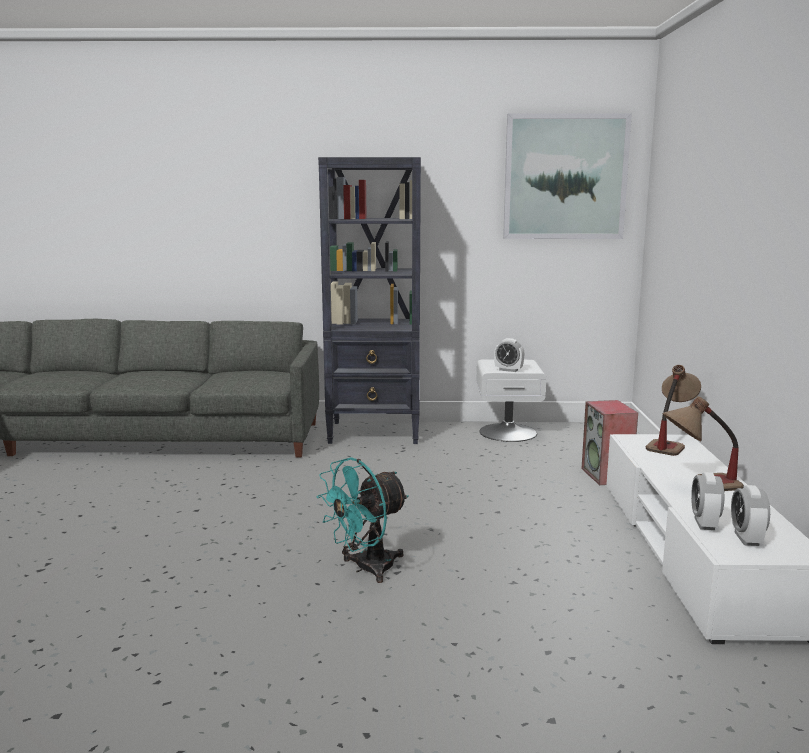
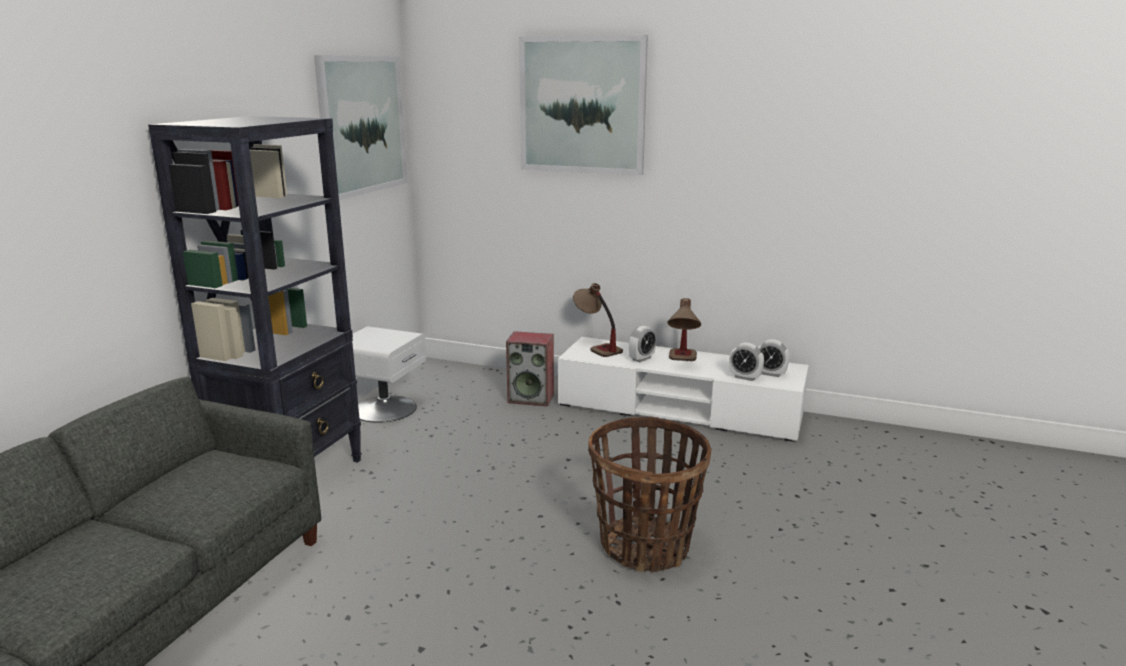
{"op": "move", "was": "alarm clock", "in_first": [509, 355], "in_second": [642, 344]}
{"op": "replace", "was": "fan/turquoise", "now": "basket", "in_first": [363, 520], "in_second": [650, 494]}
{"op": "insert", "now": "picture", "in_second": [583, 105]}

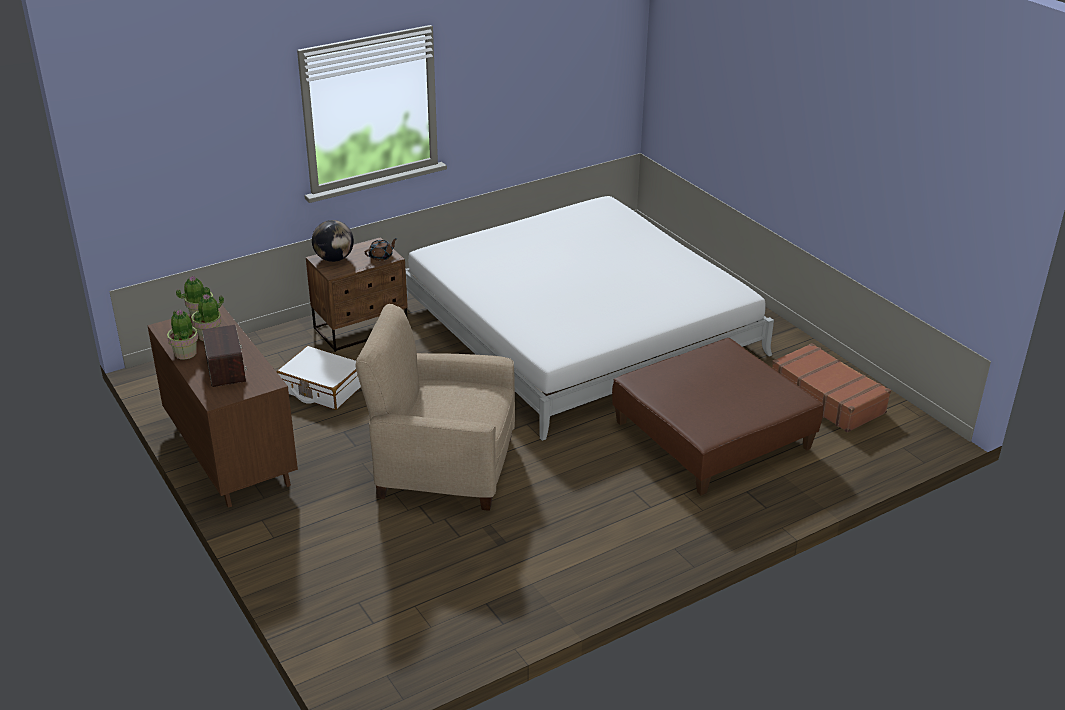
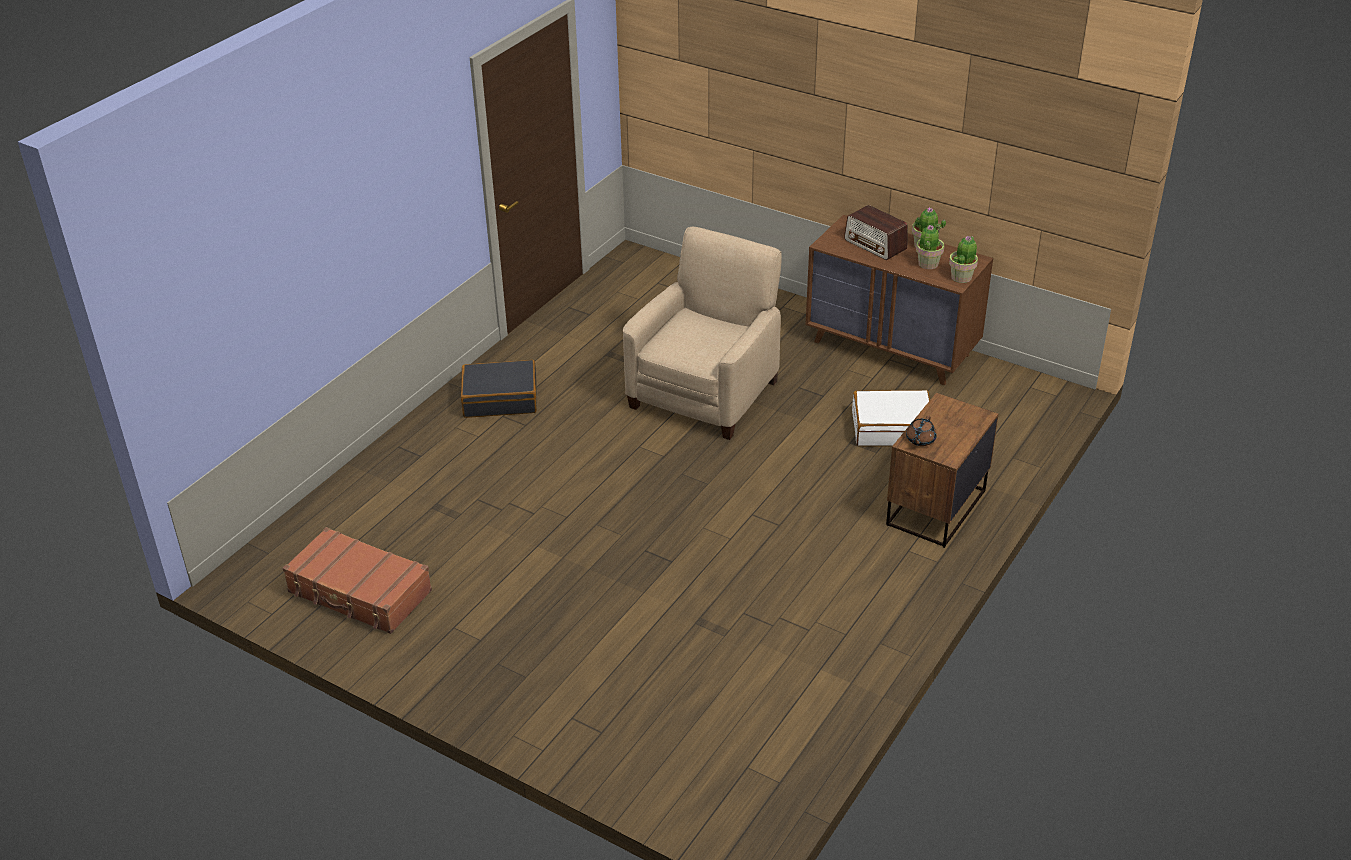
{"op": "delete", "was": "bed/white", "in_first": [590, 318]}
{"op": "delete", "was": "globe", "in_first": [333, 241]}
{"op": "rotate", "was": "armchair/beige", "in_first": [435, 407], "in_second": [702, 333], "clockwise": -45}
{"op": "delete", "was": "ottoman/brown", "in_first": [718, 416]}
{"op": "insert", "now": "suitcase/black", "in_second": [499, 389]}

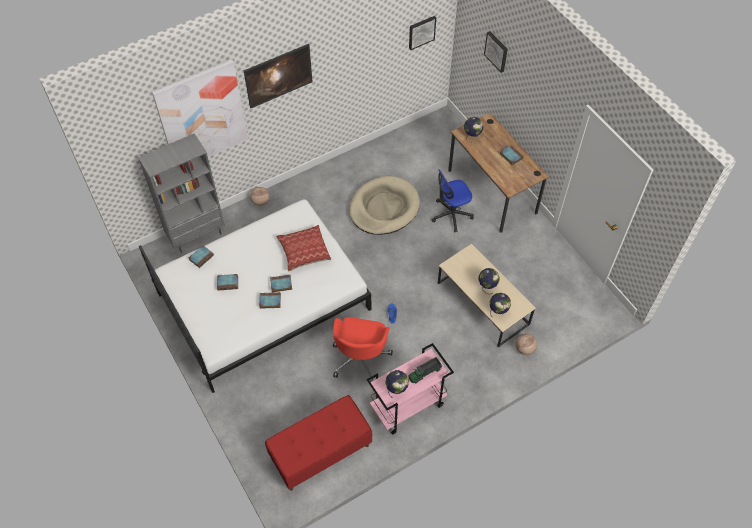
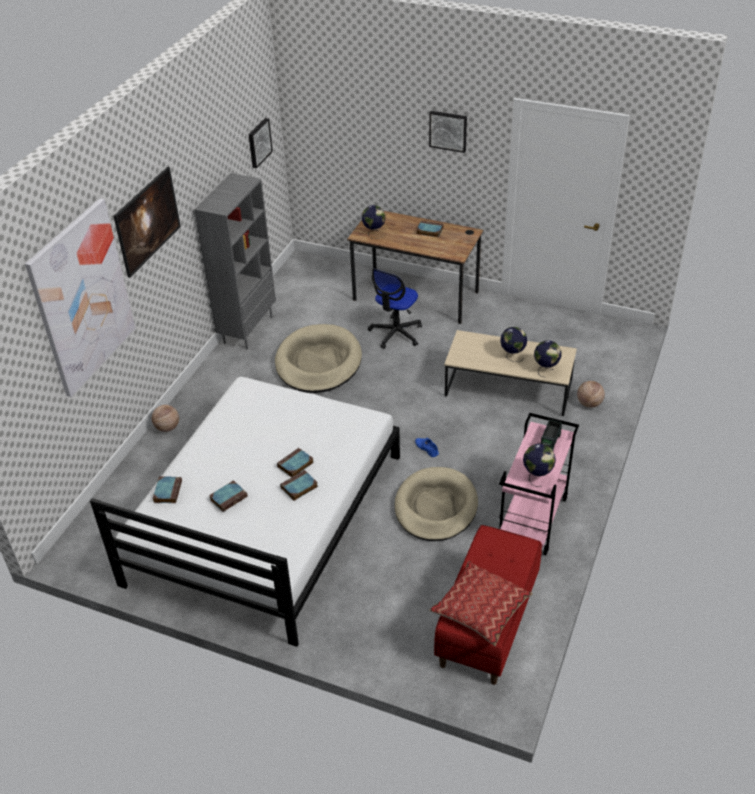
{"op": "move", "was": "picture", "in_first": [496, 52], "in_second": [448, 132]}
{"op": "move", "was": "bookcase/grey", "in_first": [181, 193], "in_second": [235, 261]}
{"op": "move", "was": "pillow", "in_first": [303, 248], "in_second": [481, 603]}
{"op": "replace", "was": "office chair/red", "now": "dog bed/beige", "in_first": [363, 349], "in_second": [436, 504]}

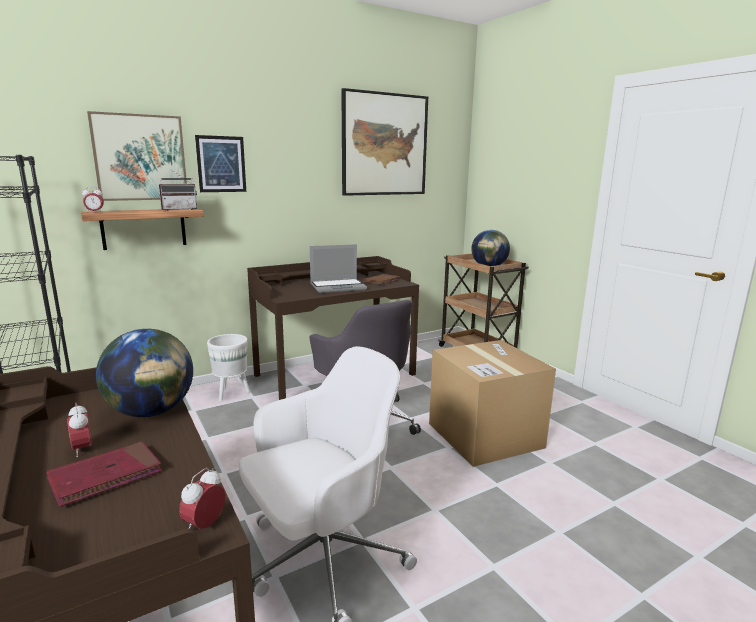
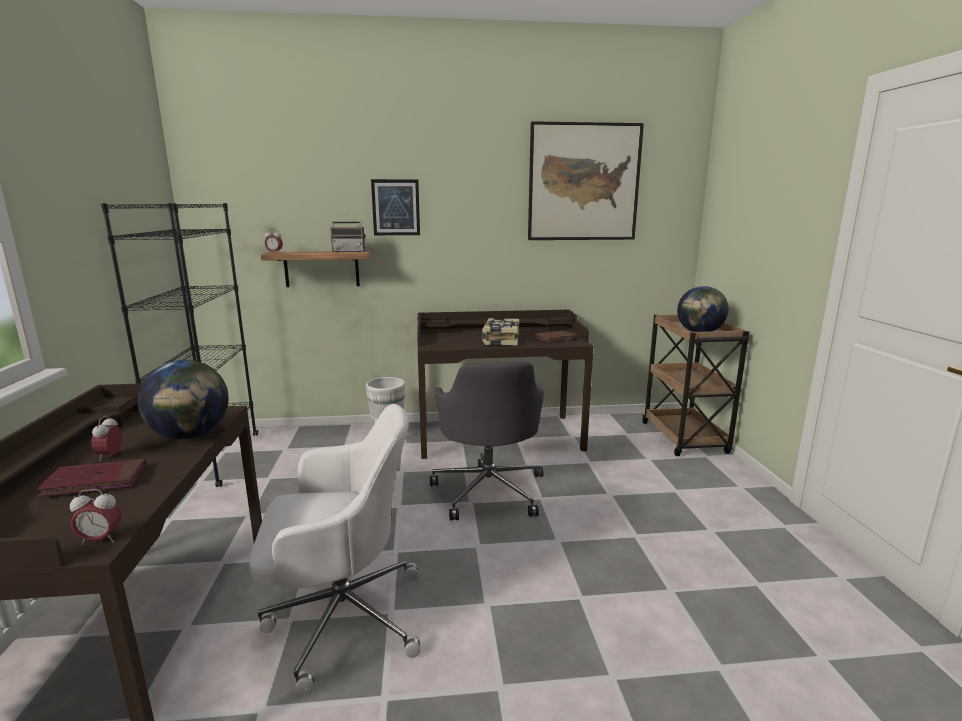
{"op": "delete", "was": "picture", "in_first": [137, 156]}
{"op": "replace", "was": "laptop", "now": "book", "in_first": [338, 268], "in_second": [500, 332]}
{"op": "delete", "was": "cardboard box", "in_first": [492, 403]}
{"op": "rotate", "was": "alarm clock", "in_first": [202, 498], "in_second": [95, 517], "clockwise": -150}

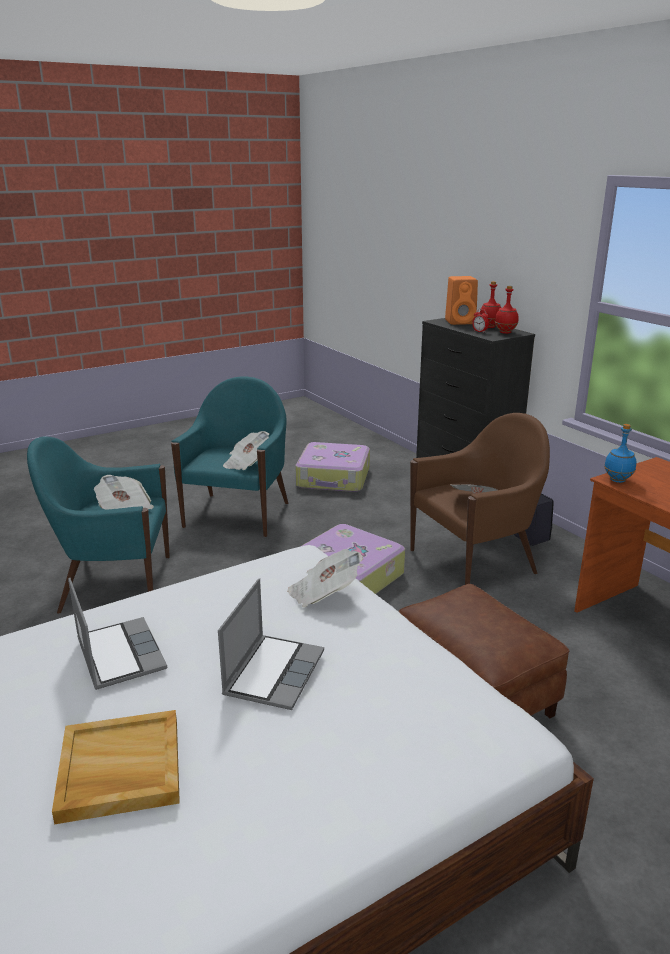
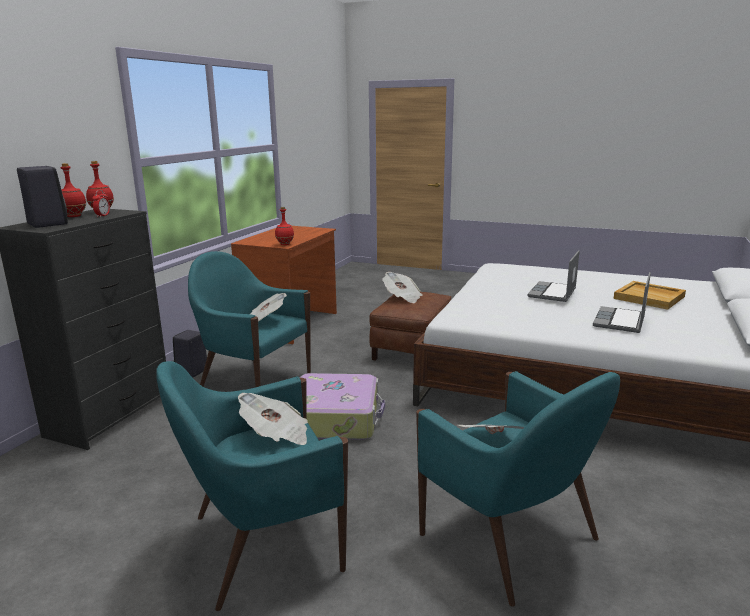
{"op": "recolor", "was": "speaker/orange", "now": "speaker/black", "in_first": [461, 300], "in_second": [42, 197]}
{"op": "recolor", "was": "armchair/brown", "now": "armchair/turquoise", "in_first": [480, 499], "in_second": [249, 319]}
{"op": "recolor", "was": "bottle/blue", "now": "bottle/red", "in_first": [620, 453], "in_second": [284, 226]}
{"op": "delete", "was": "suitcase", "in_first": [333, 467]}
{"op": "move", "was": "newspaper", "in_first": [325, 578], "in_second": [402, 287]}
{"op": "rotate", "was": "laptop", "in_first": [271, 644], "in_second": [553, 276], "clockwise": -45}

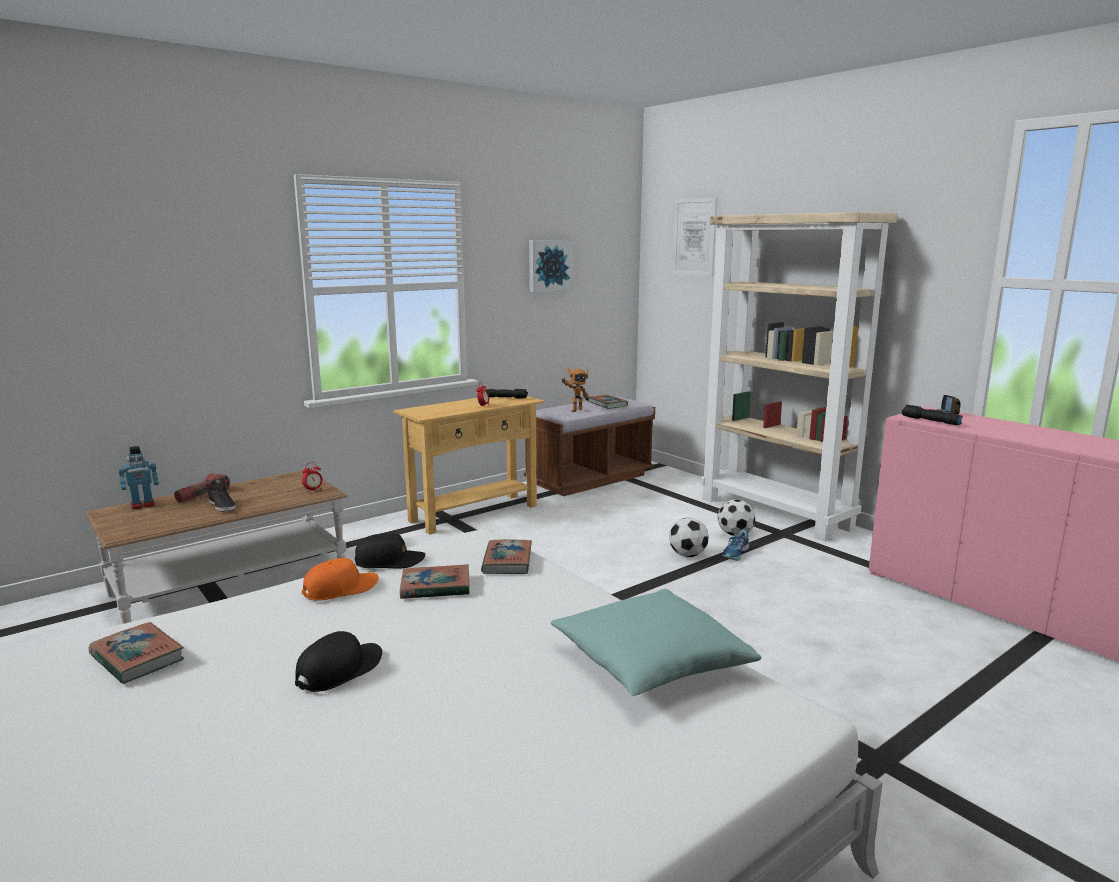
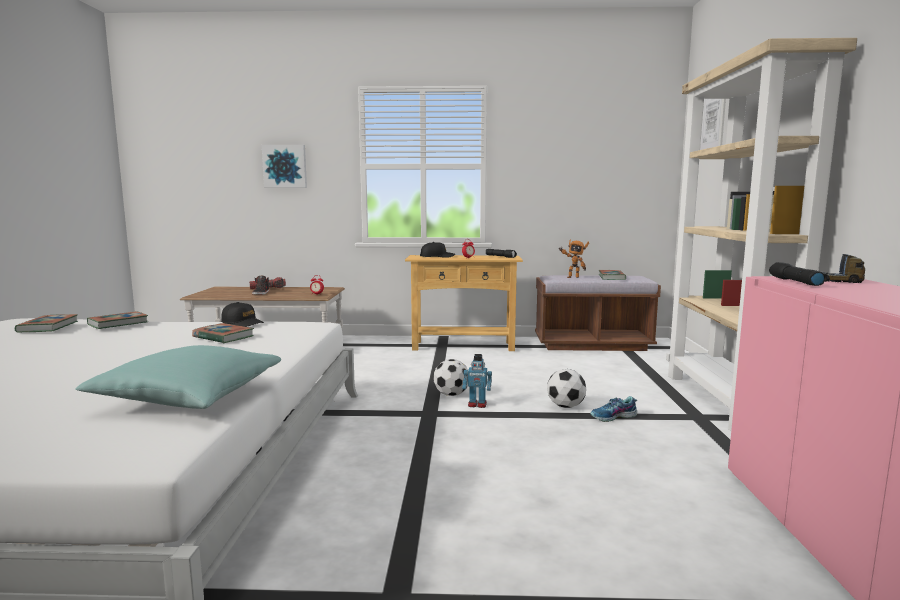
{"op": "move", "was": "picture", "in_first": [551, 266], "in_second": [284, 166]}
{"op": "move", "was": "toy robot", "in_first": [138, 477], "in_second": [477, 381]}
{"op": "move", "was": "football", "in_first": [736, 517], "in_second": [451, 377]}
{"op": "move", "was": "book", "in_first": [506, 556], "in_second": [117, 320]}
{"op": "delete", "was": "cap/orange", "in_first": [340, 579]}
{"op": "move", "was": "cap/black", "in_first": [338, 661], "in_second": [437, 250]}

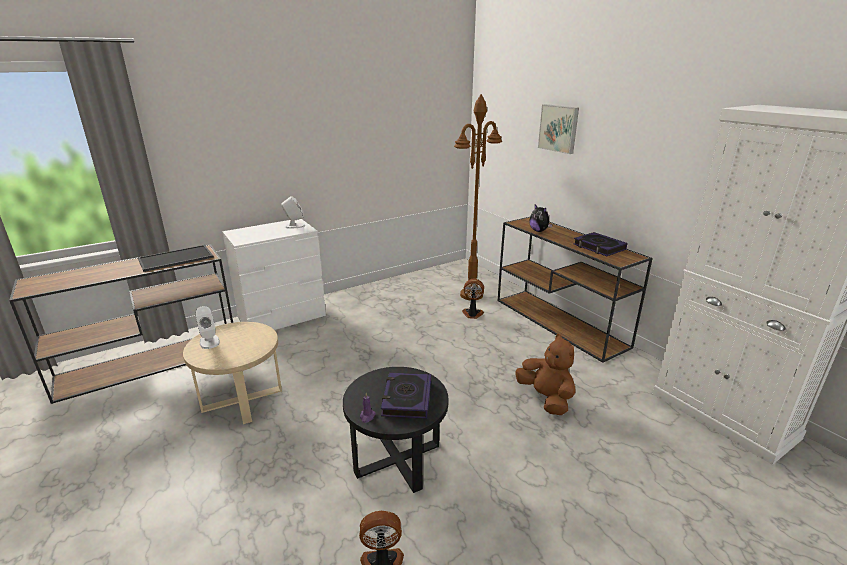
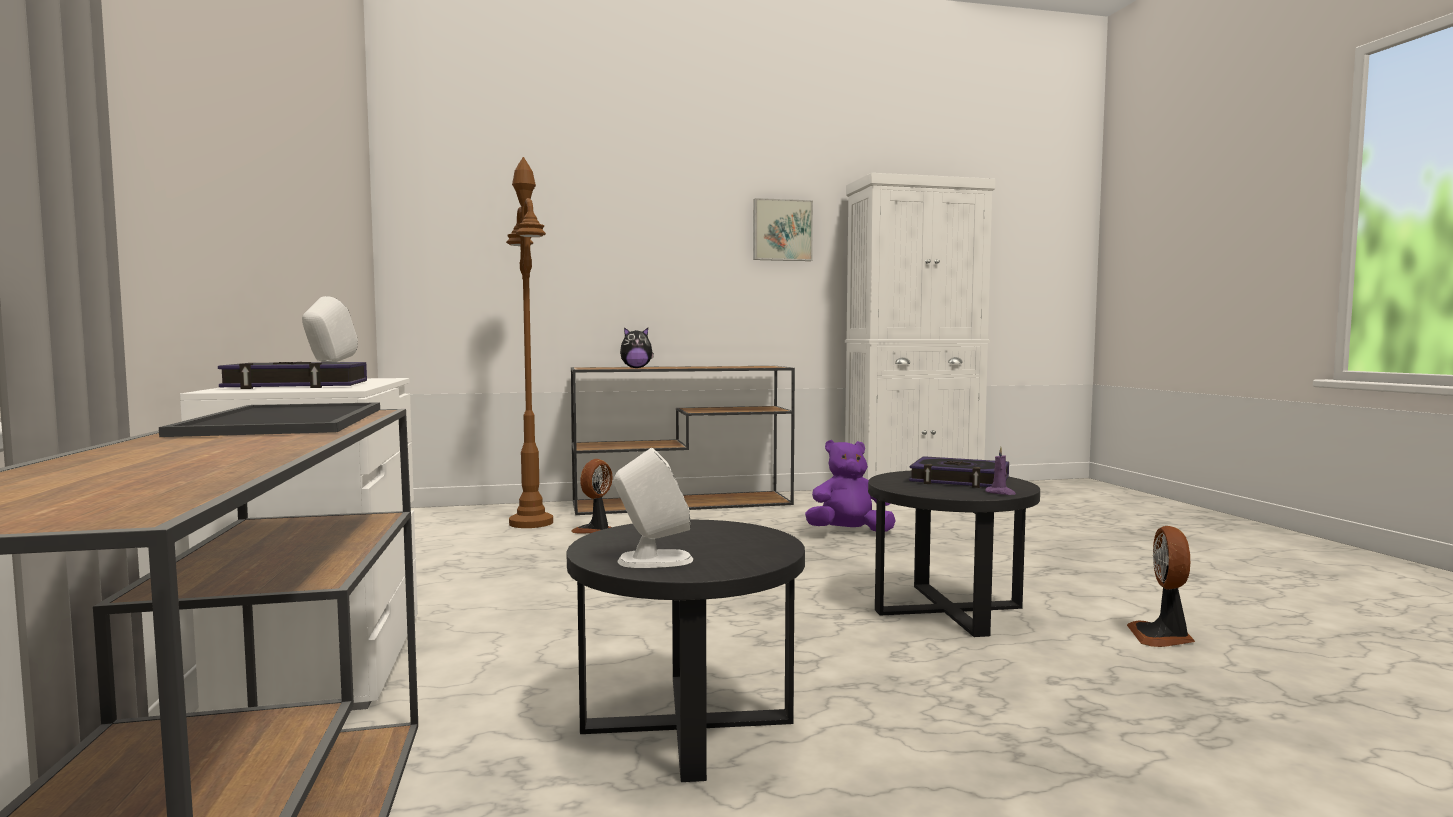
{"op": "move", "was": "picture", "in_first": [558, 129], "in_second": [783, 229]}
{"op": "move", "was": "book", "in_first": [601, 244], "in_second": [292, 375]}
{"op": "recolor", "was": "side table/beige", "now": "side table/black", "in_first": [232, 373], "in_second": [685, 651]}
{"op": "recolor", "was": "plush toy/brown", "now": "plush toy/purple", "in_first": [545, 374], "in_second": [850, 486]}

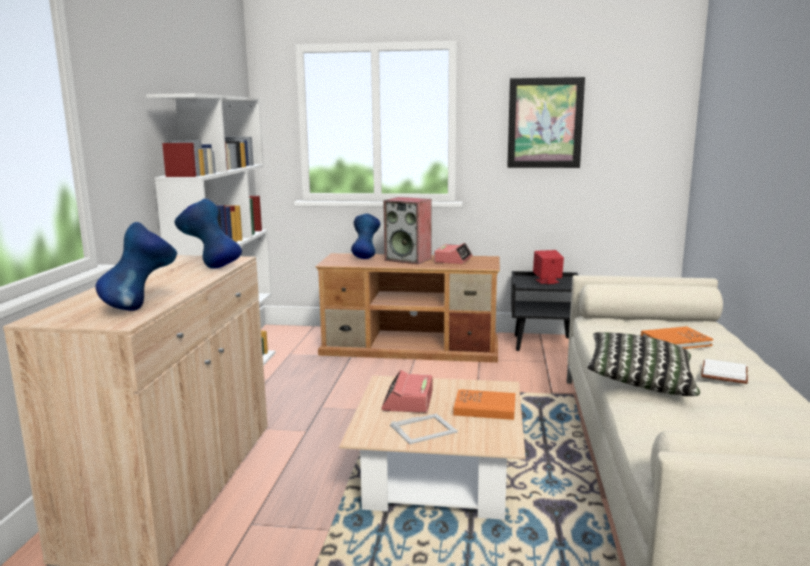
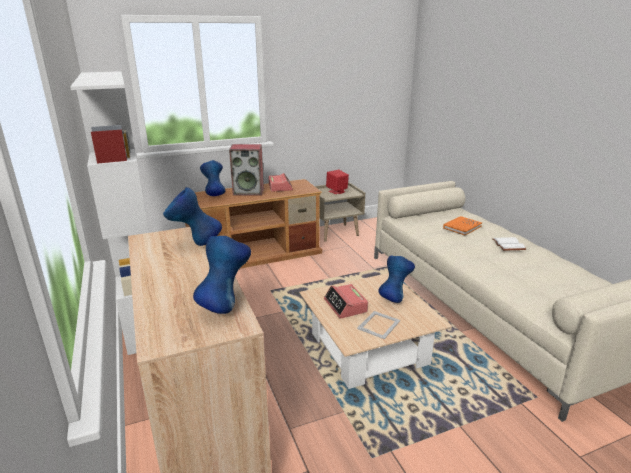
{"op": "delete", "was": "picture", "in_first": [546, 122]}
{"op": "recolor", "was": "nightstand/black", "now": "nightstand/beige", "in_first": [544, 311], "in_second": [340, 212]}
{"op": "delete", "was": "pillow", "in_first": [643, 364]}
{"op": "replace", "was": "book/orange", "now": "vase/blue", "in_first": [484, 404], "in_second": [397, 279]}

